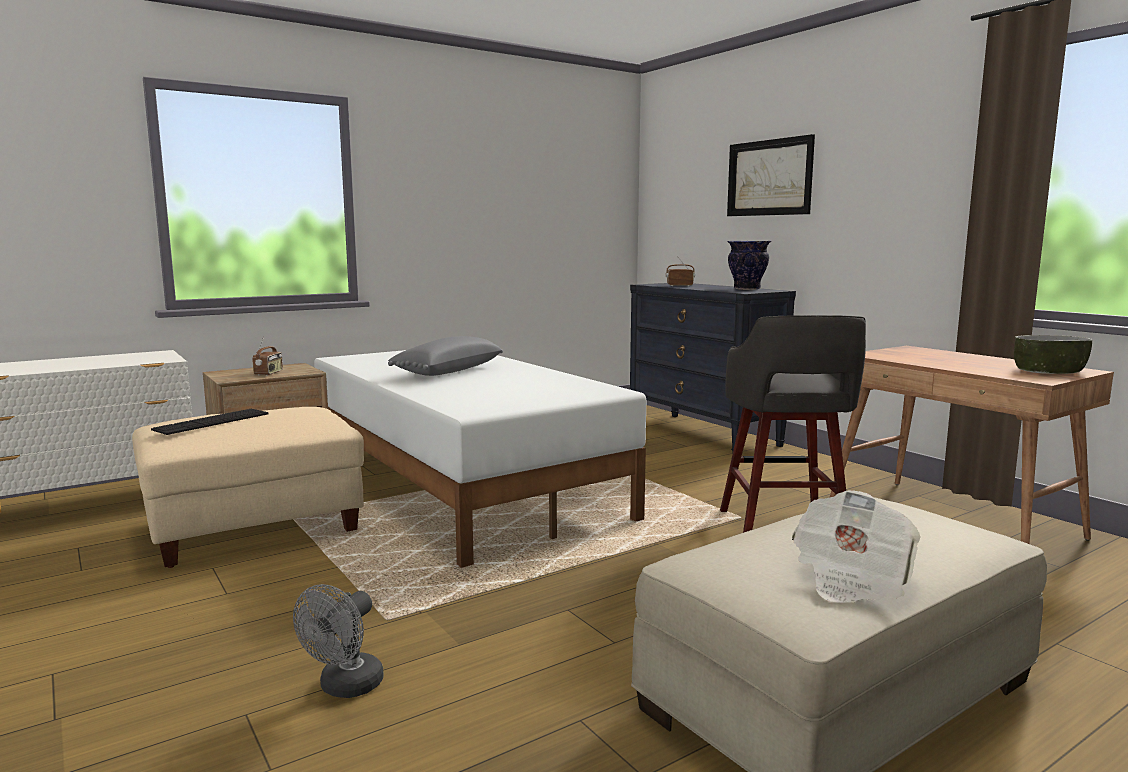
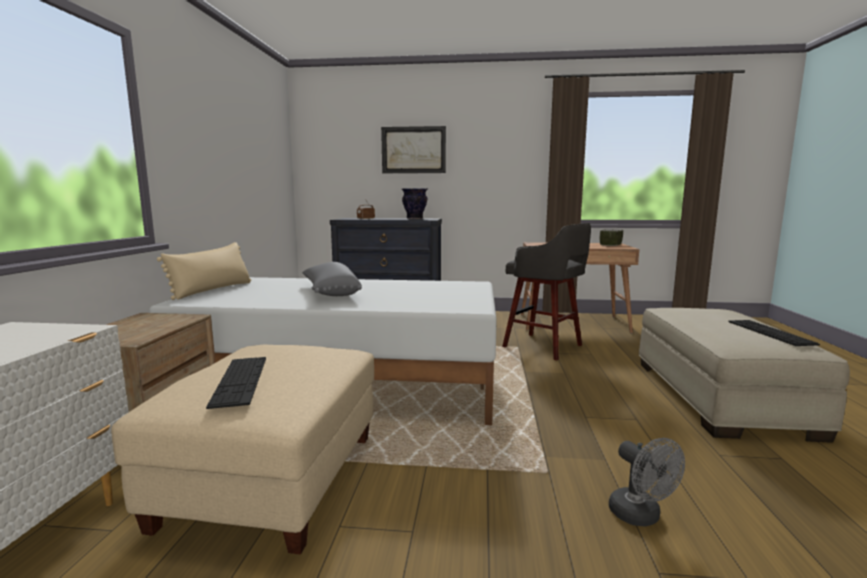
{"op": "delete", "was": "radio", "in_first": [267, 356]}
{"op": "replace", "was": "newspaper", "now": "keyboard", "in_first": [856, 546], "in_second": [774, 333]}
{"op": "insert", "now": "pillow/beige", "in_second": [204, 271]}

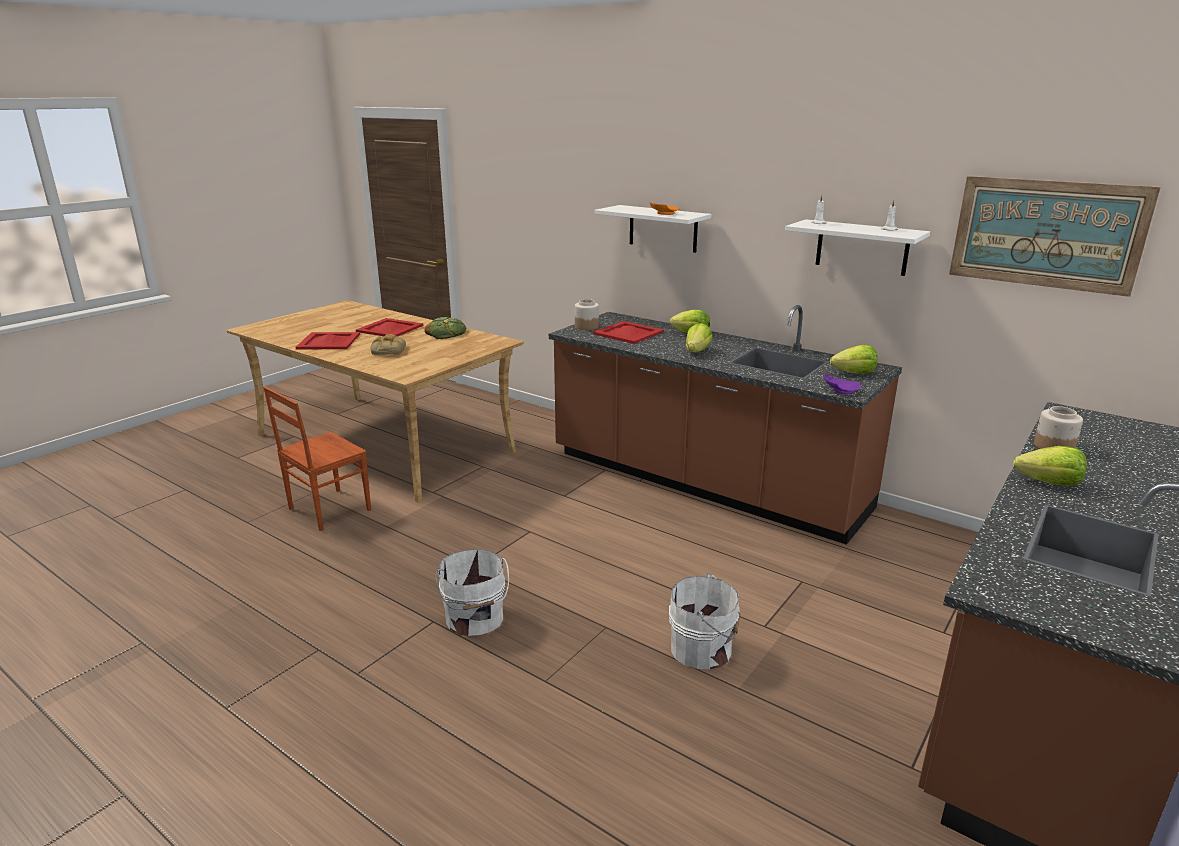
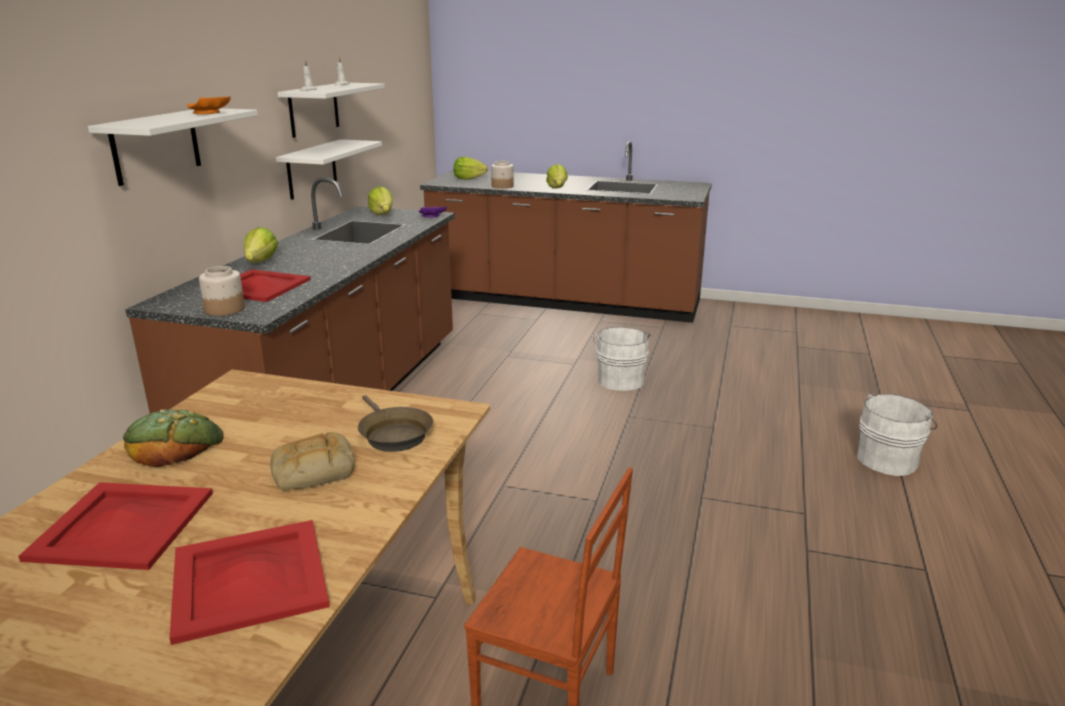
{"op": "delete", "was": "picture", "in_first": [1055, 236]}
{"op": "move", "was": "lettuce", "in_first": [699, 337], "in_second": [471, 168]}
{"op": "move", "was": "bucket/white", "in_first": [472, 592], "in_second": [897, 435]}
{"op": "insert", "now": "shelf/white", "in_second": [329, 169]}
{"op": "insert", "now": "frying pan/brown", "in_second": [395, 423]}

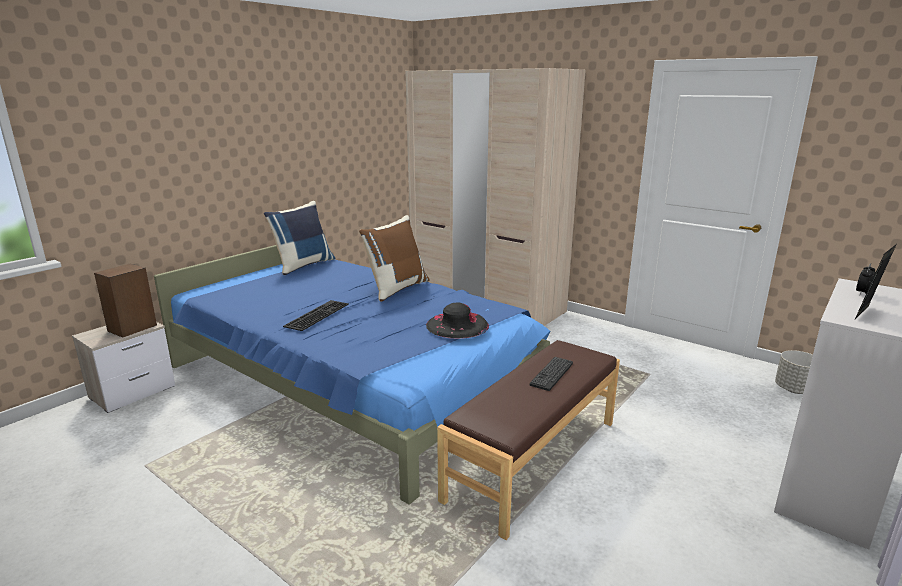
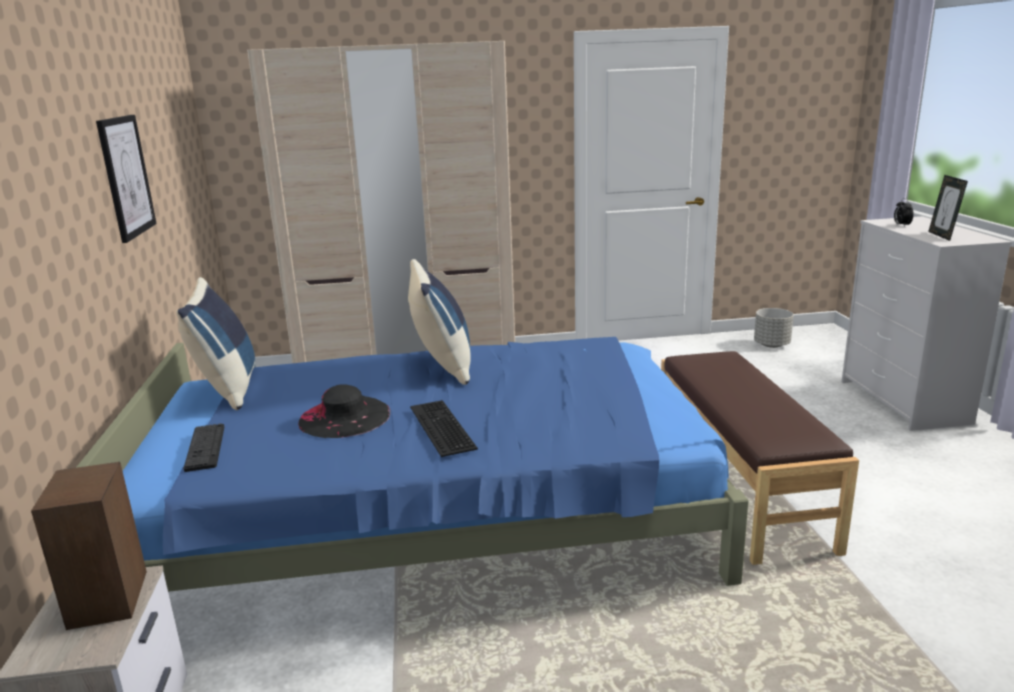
{"op": "recolor", "was": "pillow/brown", "now": "pillow/blue", "in_first": [394, 258], "in_second": [439, 322]}
{"op": "move", "was": "hat/black", "in_first": [457, 320], "in_second": [344, 411]}
{"op": "move", "was": "keyboard", "in_first": [551, 374], "in_second": [204, 447]}
{"op": "insert", "now": "picture", "in_second": [126, 179]}

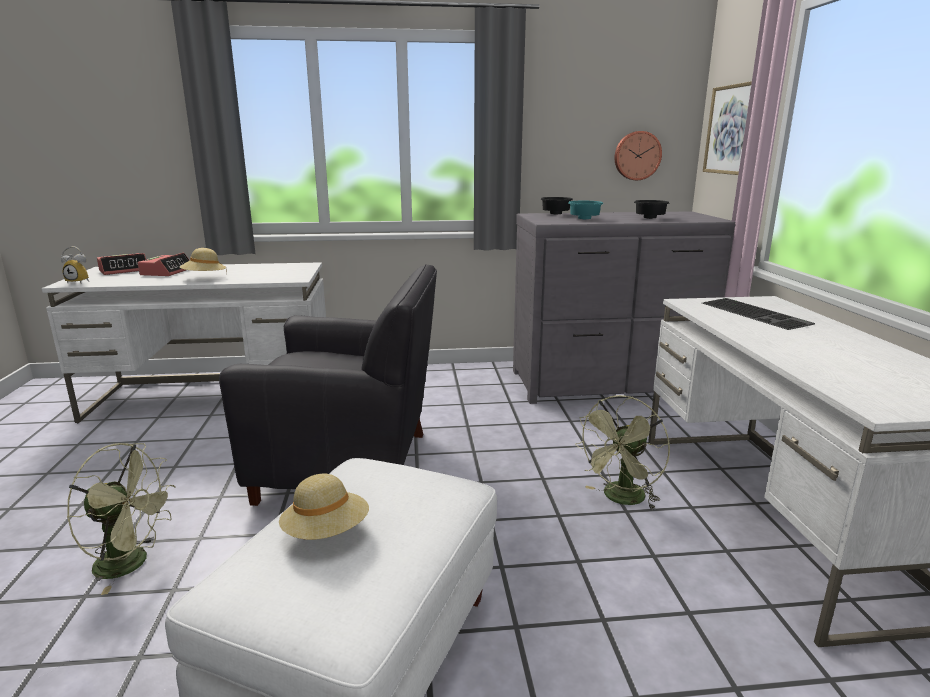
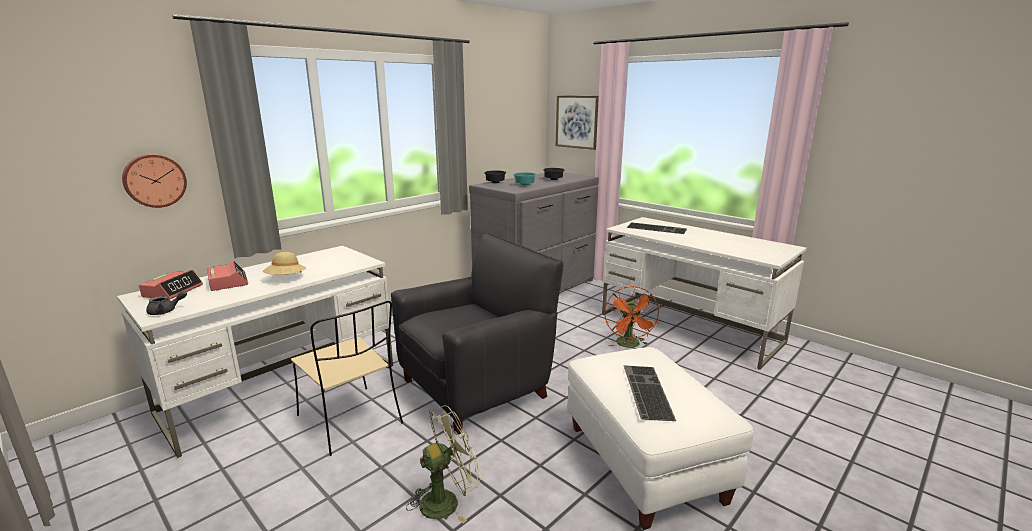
{"op": "move", "was": "wall clock", "in_first": [638, 155], "in_second": [154, 181]}
{"op": "replace", "was": "alarm clock", "now": "teapot/grey", "in_first": [75, 265], "in_second": [166, 303]}
{"op": "recolor", "was": "fan/green", "now": "fan/orange", "in_first": [622, 452], "in_second": [632, 317]}
{"op": "replace", "was": "hat/beige", "now": "keyboard", "in_first": [324, 507], "in_second": [650, 393]}
{"op": "insert", "now": "chair/beige", "in_second": [347, 378]}

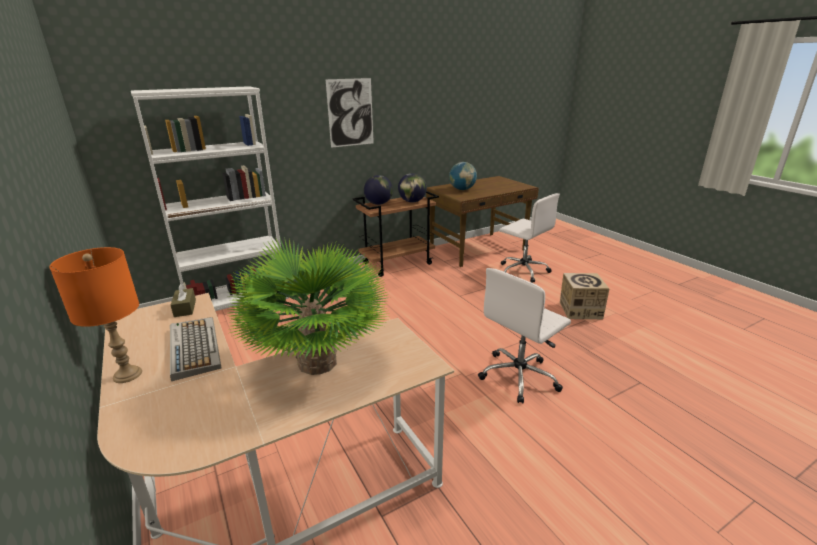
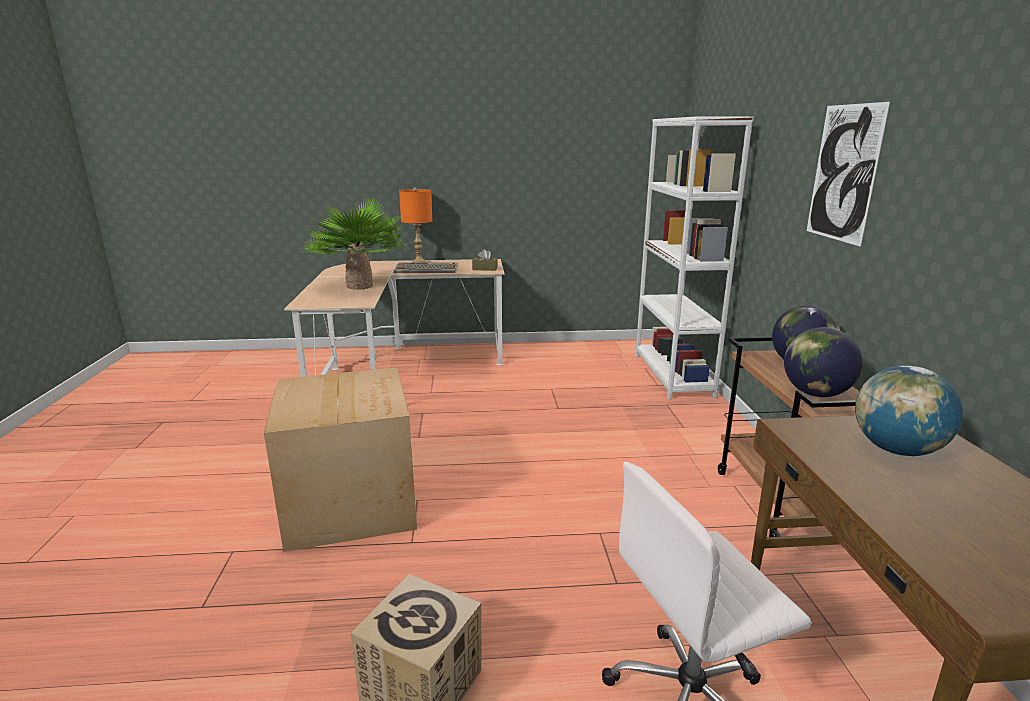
{"op": "replace", "was": "office chair/white", "now": "cardboard box", "in_first": [524, 336], "in_second": [340, 459]}

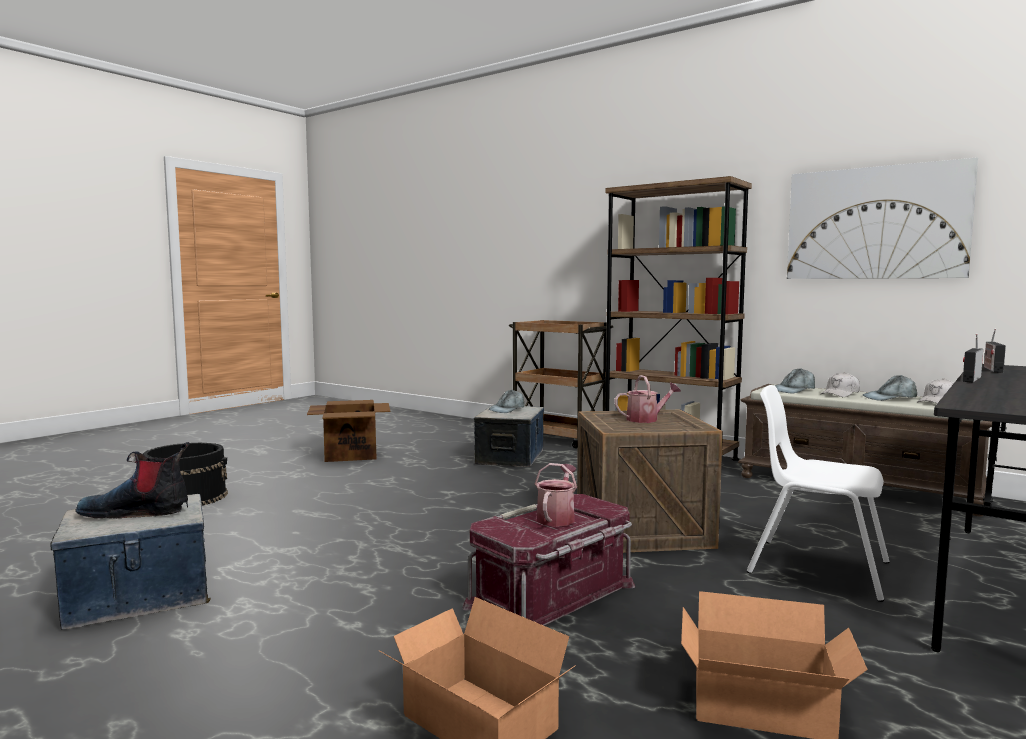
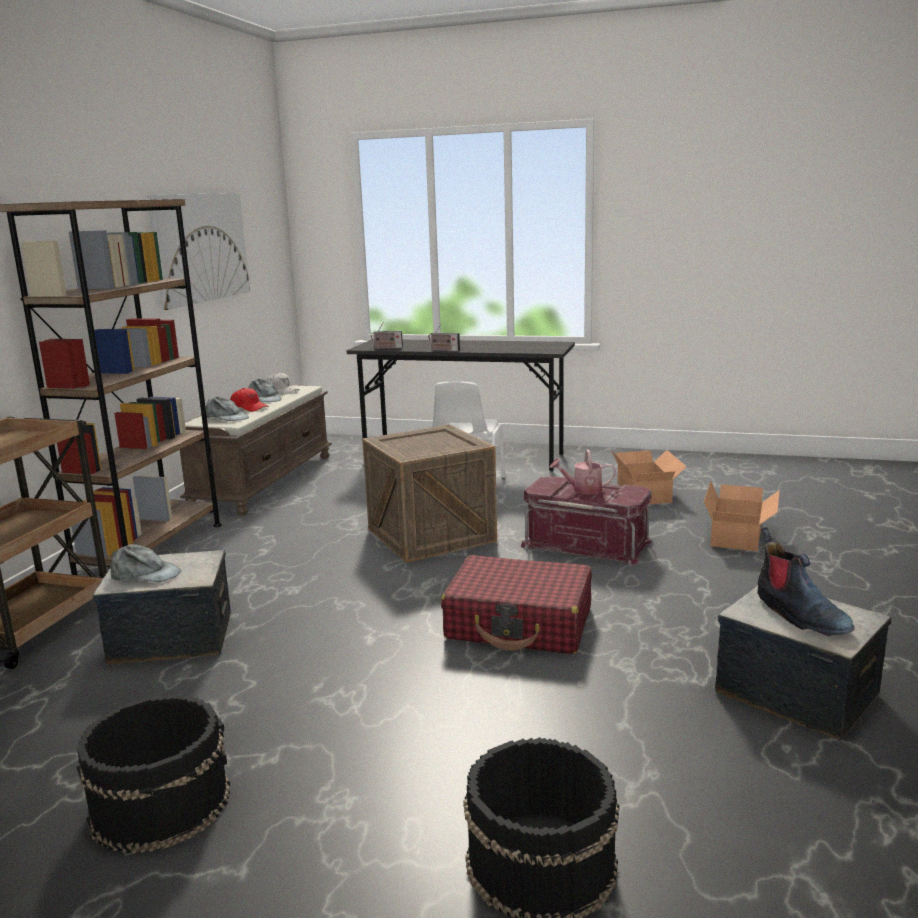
{"op": "recolor", "was": "cap/white", "now": "cap/red", "in_first": [840, 384], "in_second": [249, 400]}
{"op": "delete", "was": "watering can", "in_first": [647, 399]}
{"op": "replace", "was": "cardboard box", "now": "bucket/black", "in_first": [348, 431], "in_second": [153, 774]}
{"op": "insert", "now": "suitcase/red", "in_second": [516, 604]}

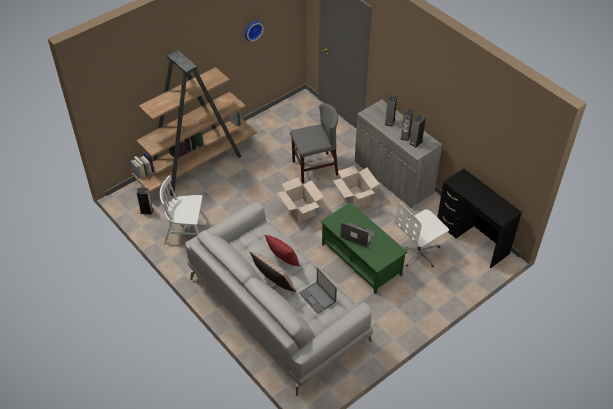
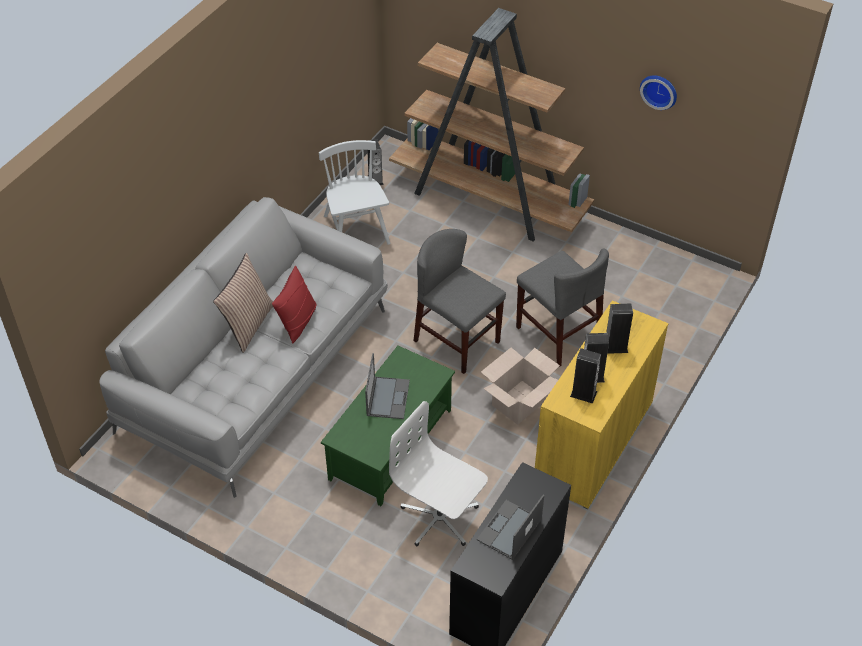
{"op": "recolor", "was": "cabinet/grey", "now": "cabinet/yellow", "in_first": [398, 154], "in_second": [602, 404]}
{"op": "replace", "was": "cardboard box", "now": "chair/grey", "in_first": [300, 200], "in_second": [460, 301]}
{"op": "move", "was": "laptop", "in_first": [318, 291], "in_second": [510, 527]}

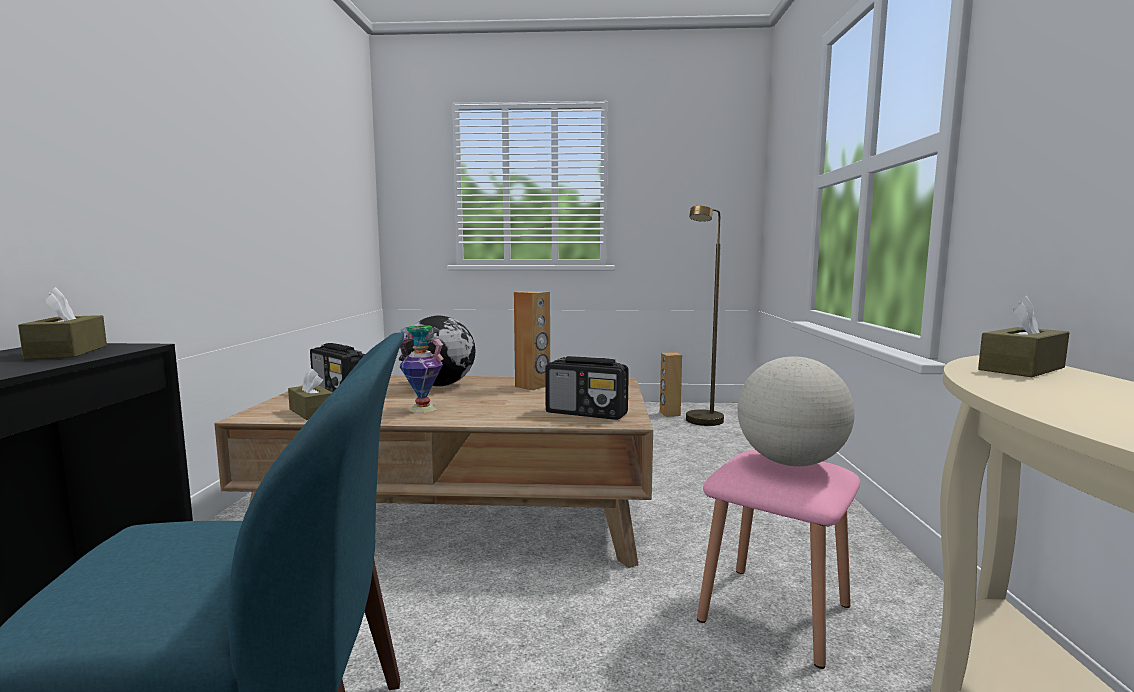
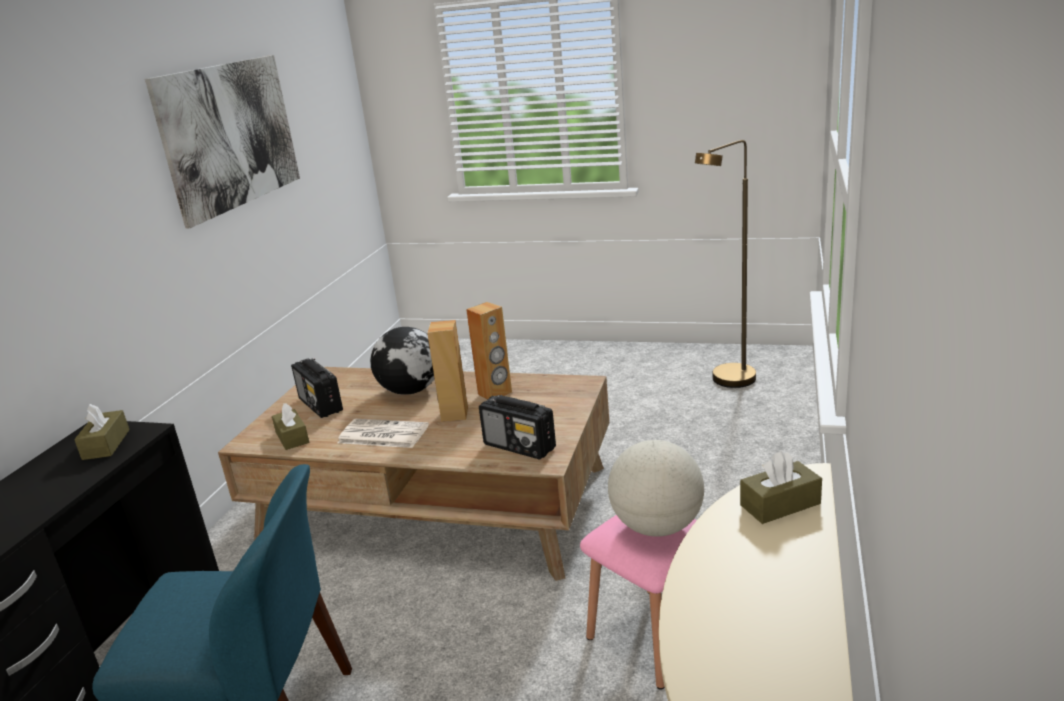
{"op": "replace", "was": "vase", "now": "newspaper", "in_first": [421, 369], "in_second": [383, 433]}
{"op": "move", "was": "speaker/brown", "in_first": [671, 384], "in_second": [447, 371]}
{"op": "insert", "now": "picture", "in_second": [222, 141]}

